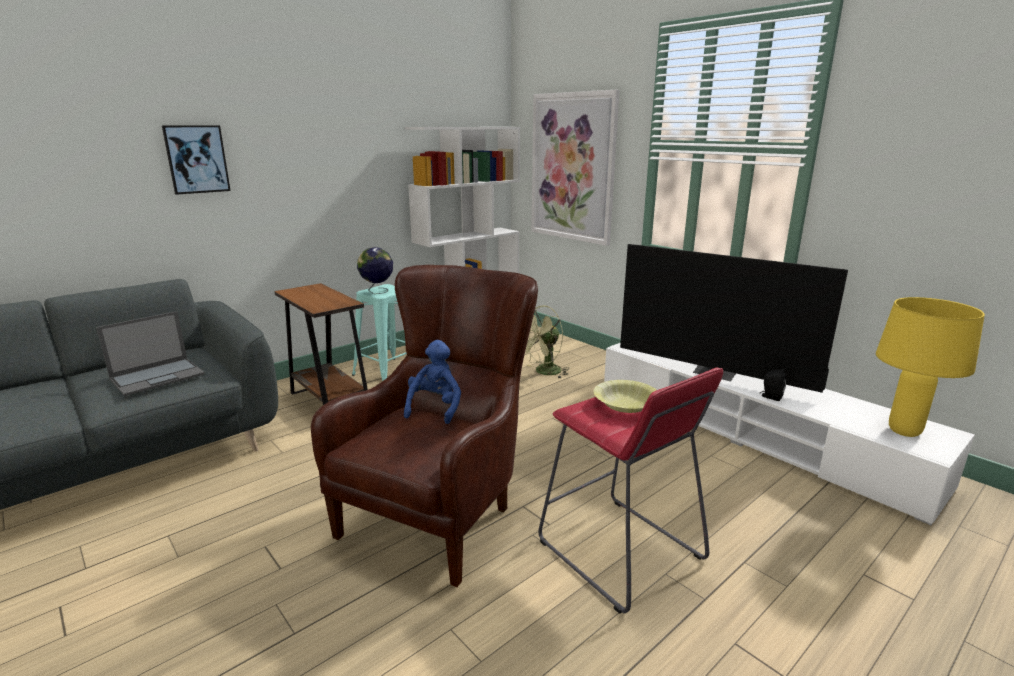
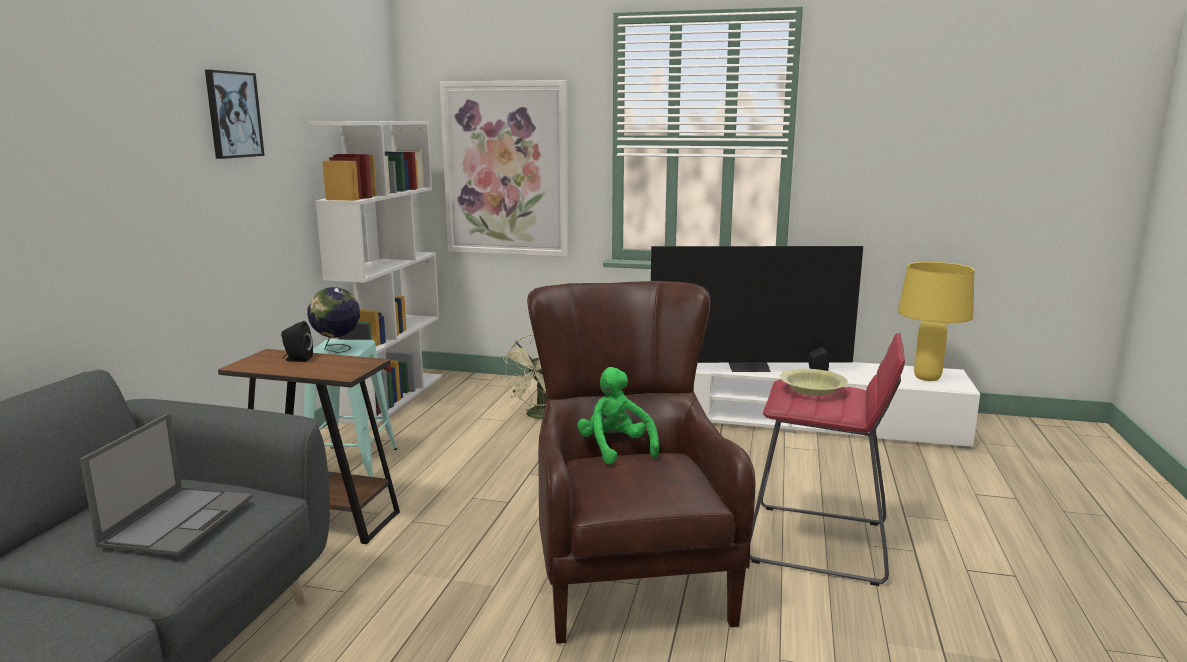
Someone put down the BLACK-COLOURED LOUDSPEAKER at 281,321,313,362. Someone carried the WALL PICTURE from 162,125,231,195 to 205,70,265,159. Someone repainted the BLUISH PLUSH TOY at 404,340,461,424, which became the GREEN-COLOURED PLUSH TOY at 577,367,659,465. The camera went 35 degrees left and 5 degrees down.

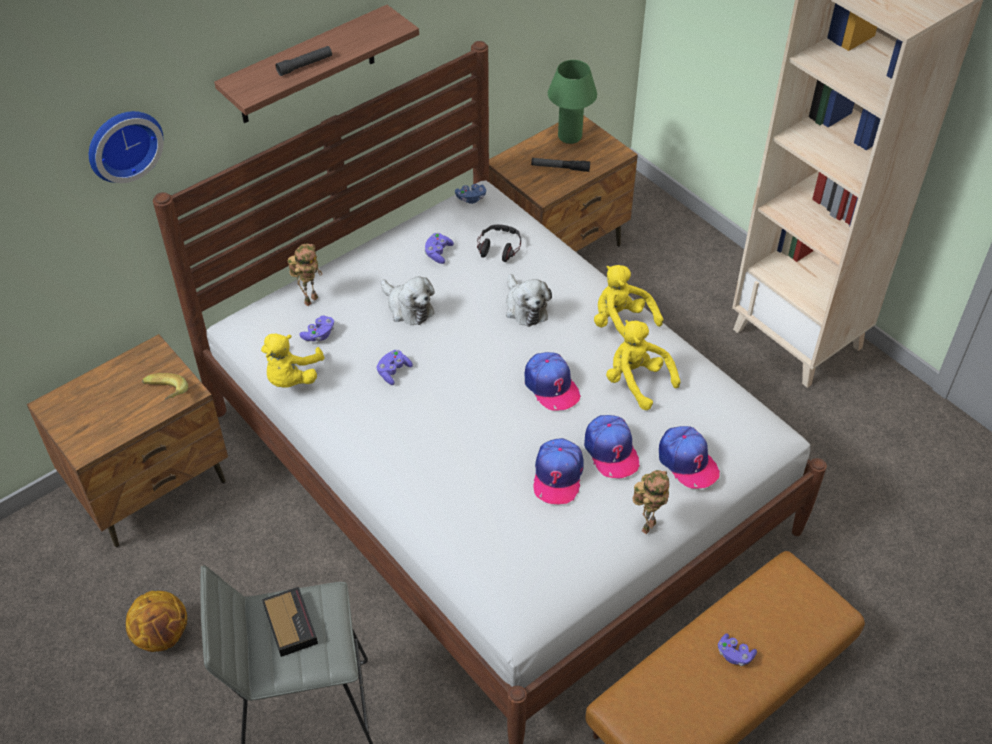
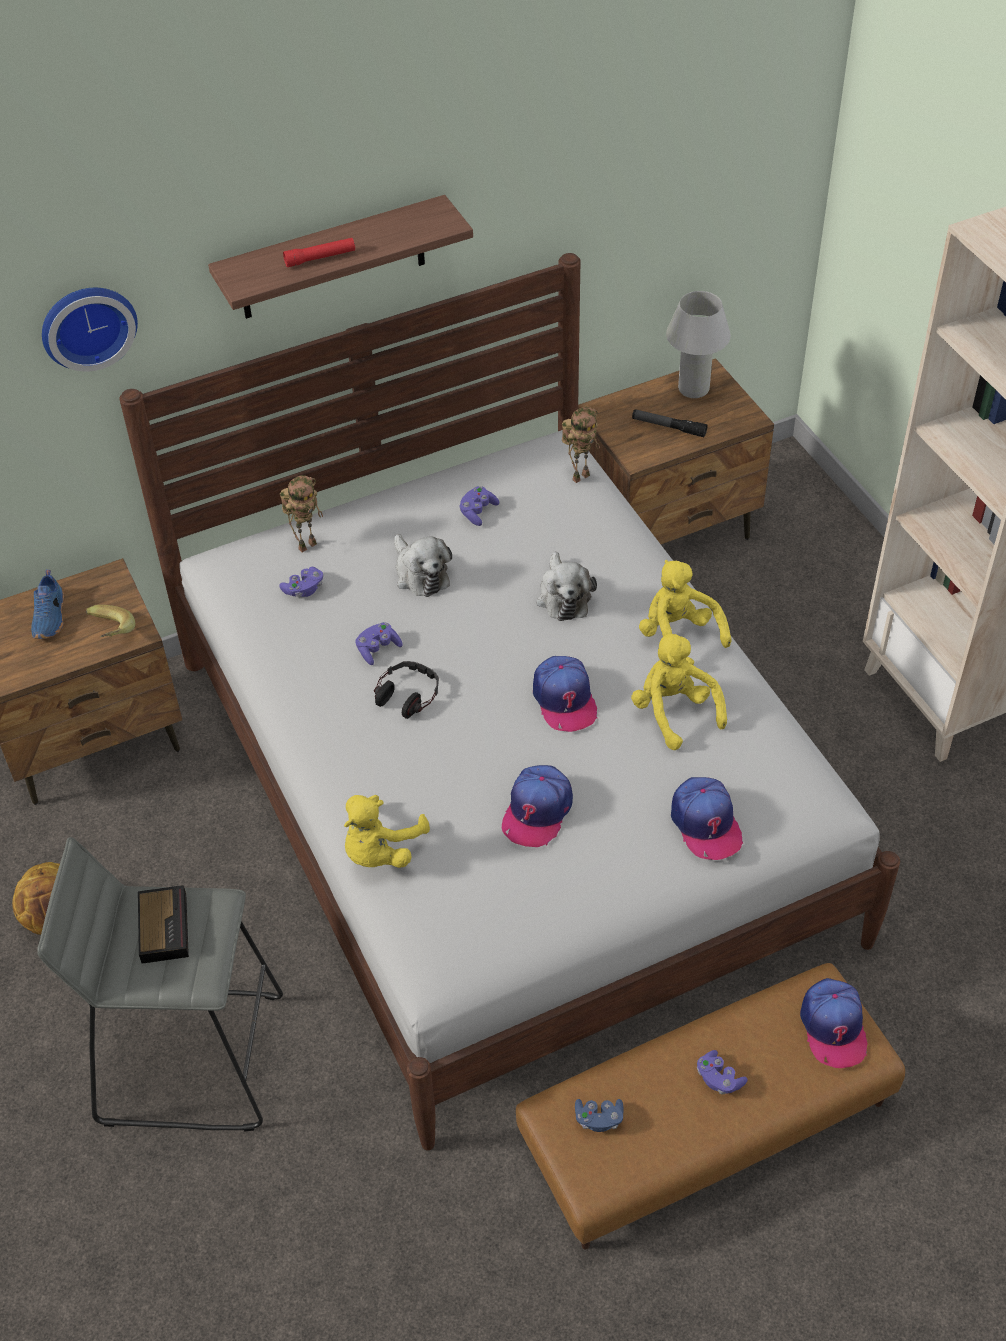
Someone put down the BLUISH ITEM OF FOOTWEAR at 31,570,64,639. Someone carried the YELLOW PLUSH TOY from 261,334,325,388 to 344,795,430,868. Someone carried the BLUISH GAMEPAD from 455,184,486,204 to 575,1099,624,1132. Someone carried the PAIR OF HEADPHONES from 477,224,521,262 to 374,661,439,719. Someone carried the CAP from 584,415,640,478 to 800,978,868,1068. Someone carried the MODEL ROBOT from 632,470,669,534 to 562,407,600,483. Someone repainted the BLACK-COLOURED TORCH at 276,46,332,76, which became the RED TORCH at 283,238,355,267. Someone repainted the GREEN-COLOURED TABLETOP LAMP at 548,60,597,144, which became the WHITISH TABLETOP LAMP at 666,291,731,398. The camera went 15 degrees right and 0 degrees up.

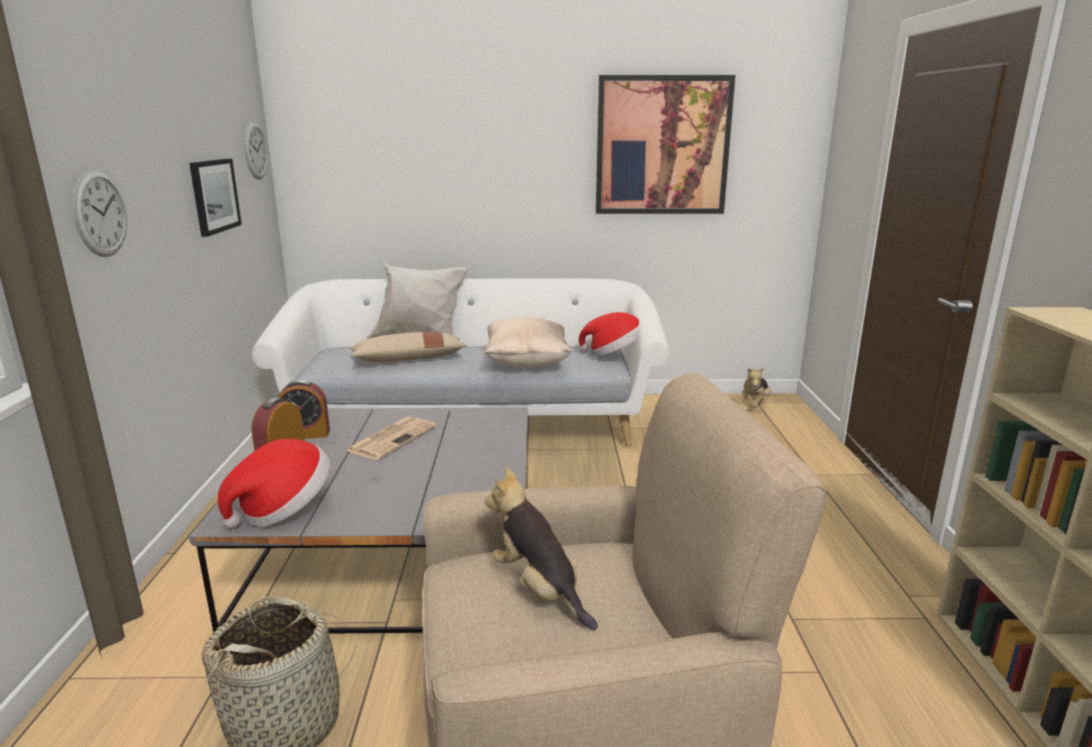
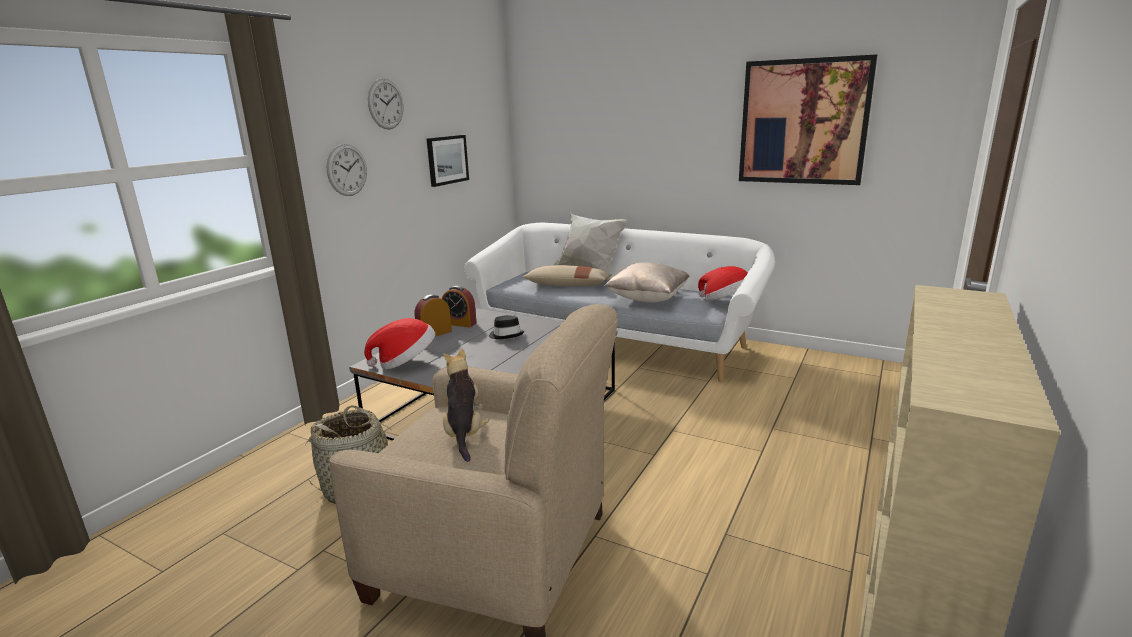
Someone took away the PLUSH TOY at 738,367,771,408. Someone carried the HANGING CLOCK from 244,122,268,180 to 368,78,403,129. Someone swapped the DAILY PAPER at 344,416,436,460 for the BLACK-COLOURED CLOTHING HAT at 489,315,524,339. The camera went 30 degrees right and 0 degrees up.

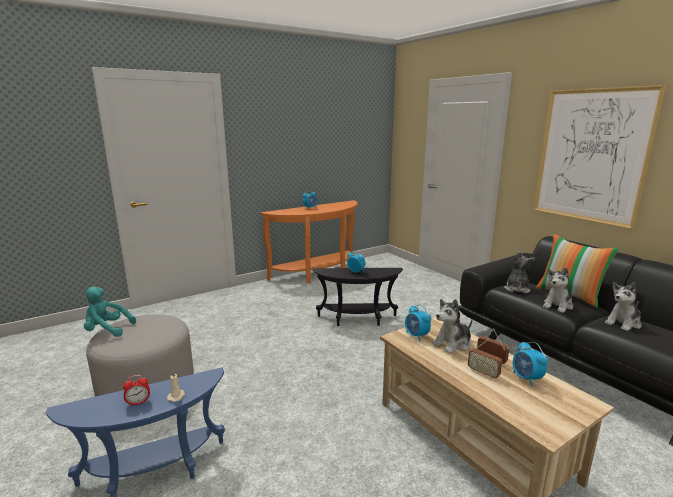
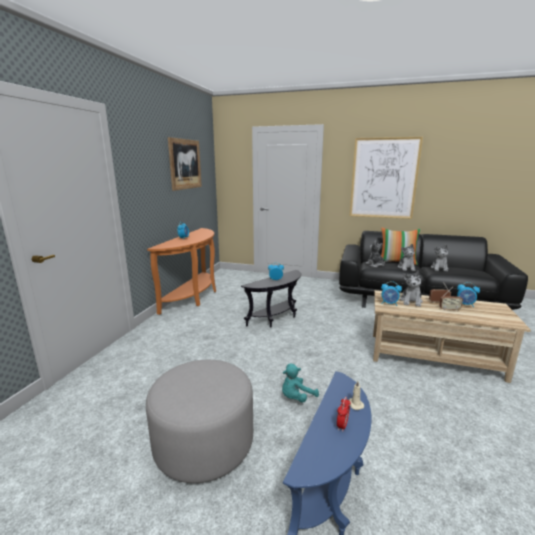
Someone put up the WALL PICTURE at 168,137,202,191. Someone carried the BLUE-GREEN PLUSH TOY from 84,287,136,337 to 282,363,319,403. The camera went 40 degrees left and 0 degrees up.

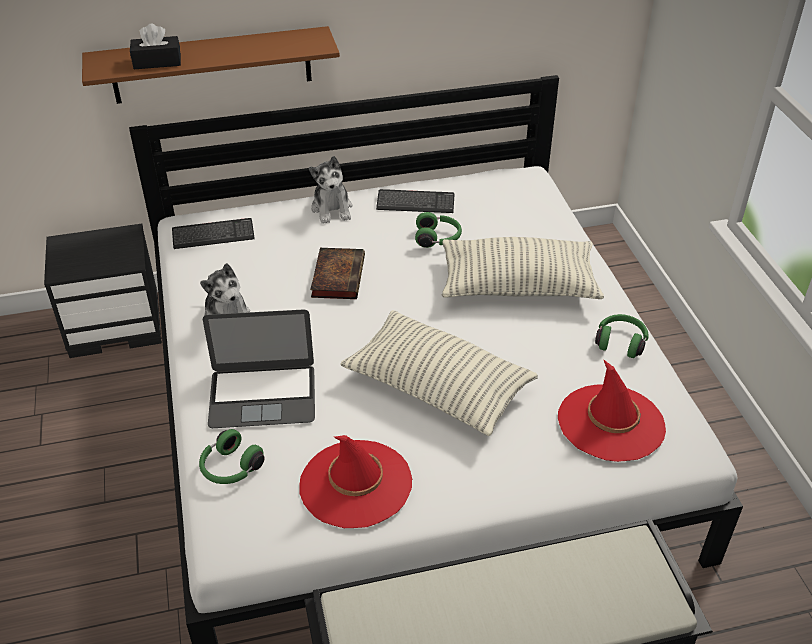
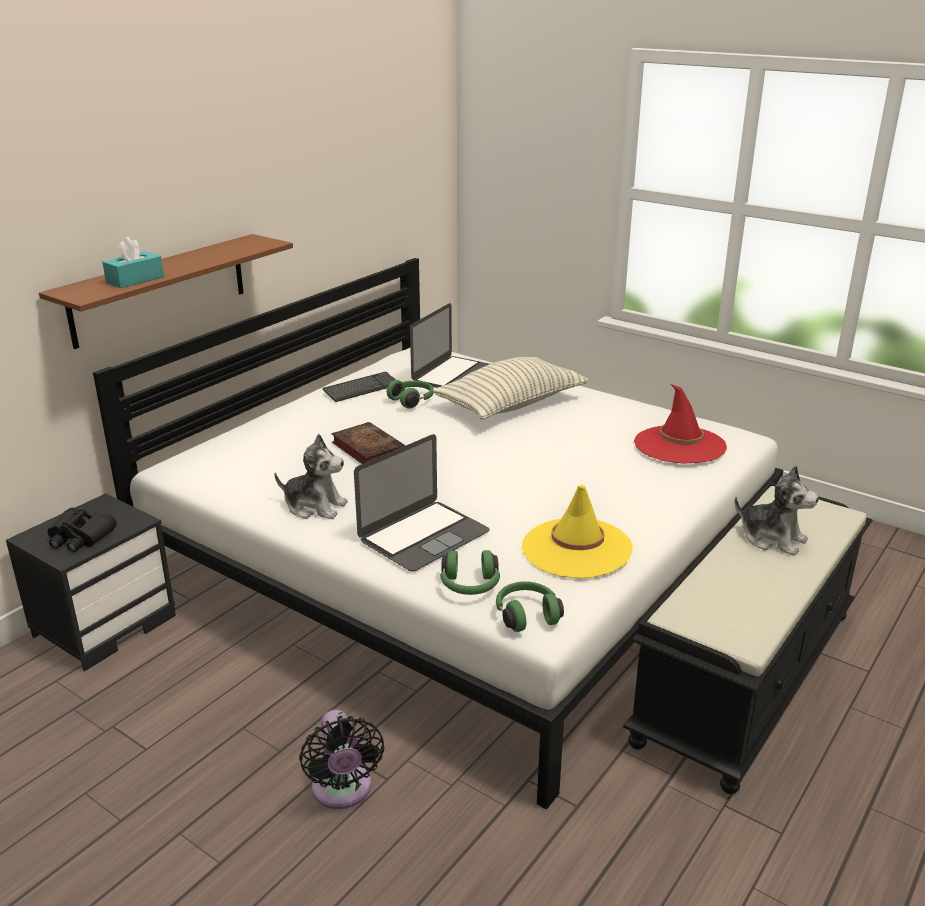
Someone took away the KEYBOARD at 172,218,255,249. Someone took away the CUSHION at 340,310,538,436. Someone put down the BLACK-COLOURED PAIR OF BINOCULARS at 48,508,117,552. Someone put down the BLACK-COLOURED COOLING FAN at 299,710,384,809. Someone put down the LAPTOP at 410,303,489,388. Someone carried the PLUSH TOY from 309,156,352,224 to 734,465,819,556. Someone carried the GREEN-COLOURED PAIR OF HEADPHONES from 595,314,649,358 to 496,581,564,632. Someone repainted the BLACK-COLOURED TISSUE BOX at 130,24,181,69, which became the BLUE-GREEN TISSUE BOX at 102,237,164,288. Someone repainted the RED CLOTHING HAT at 299,435,412,528, which became the YELLOW CLOTHING HAT at 522,485,633,578. The camera went 40 degrees left and 15 degrees down.

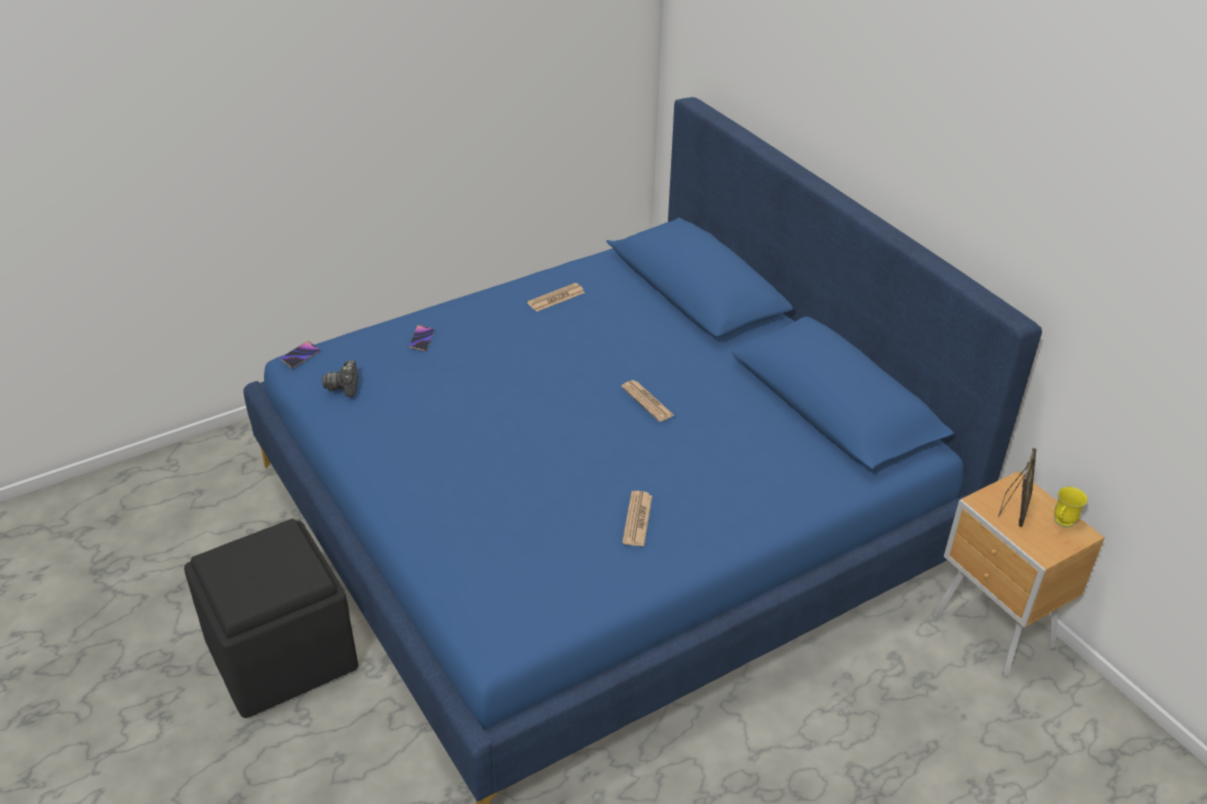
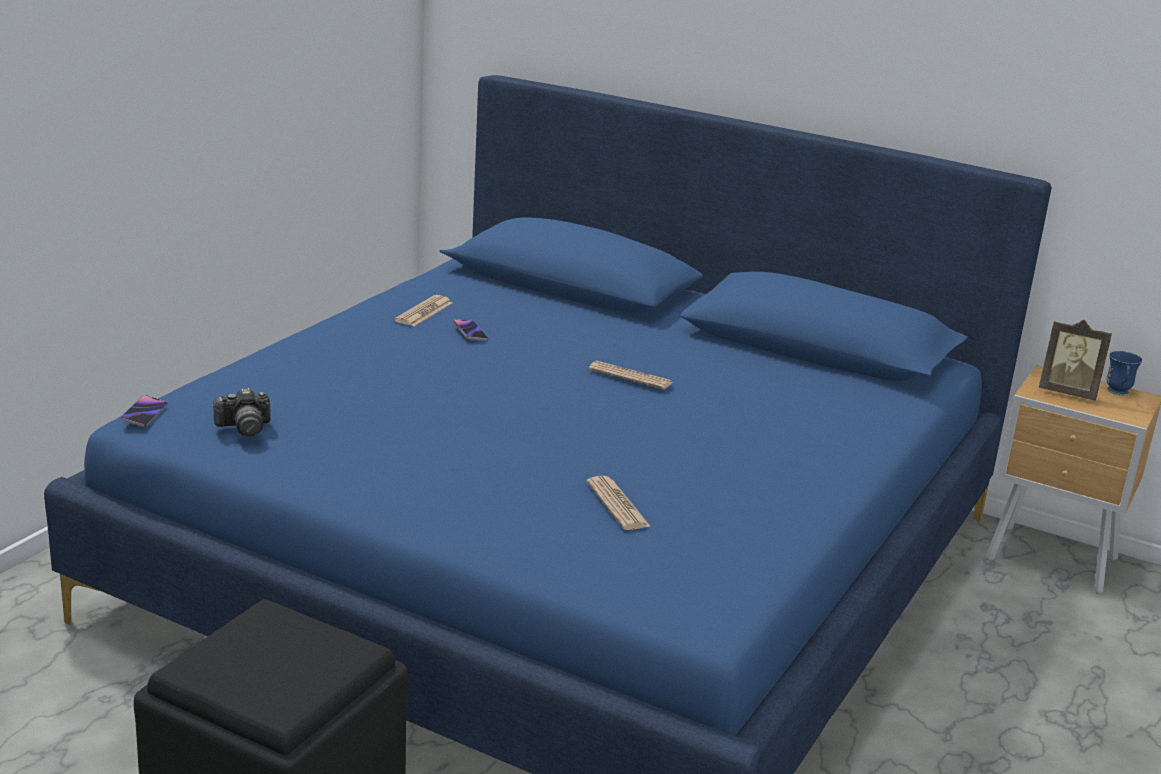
Someone carried the TELEPHONE from 409,325,434,351 to 453,319,488,341. Someone carried the DAILY PAPER from 622,491,652,546 to 586,476,651,530. Someone repainted the YELLOW MUG at 1054,486,1088,527, which became the BLUISH MUG at 1106,351,1143,396. Someone rotated the PHOTO CAMERA at 322,360,359,397 by 75 degrees counterclockwise. Someone rotated the PICTURE FRAME at 998,448,1036,527 by 120 degrees clockwise. The camera went 30 degrees left and 15 degrees down.

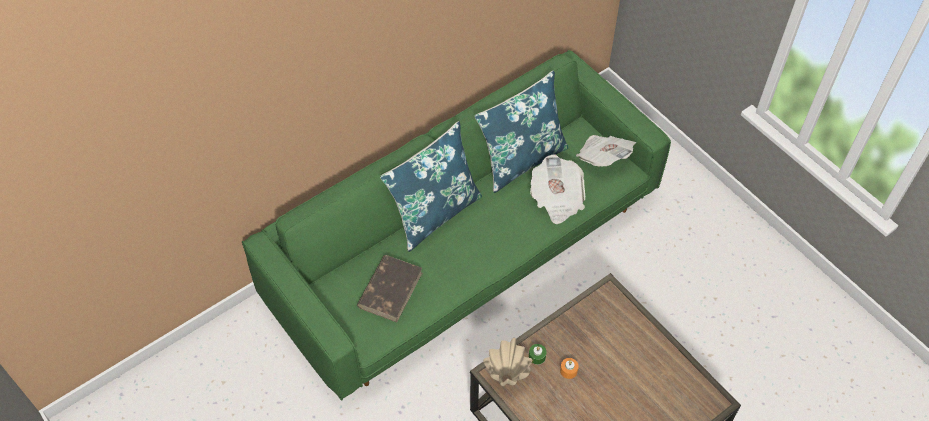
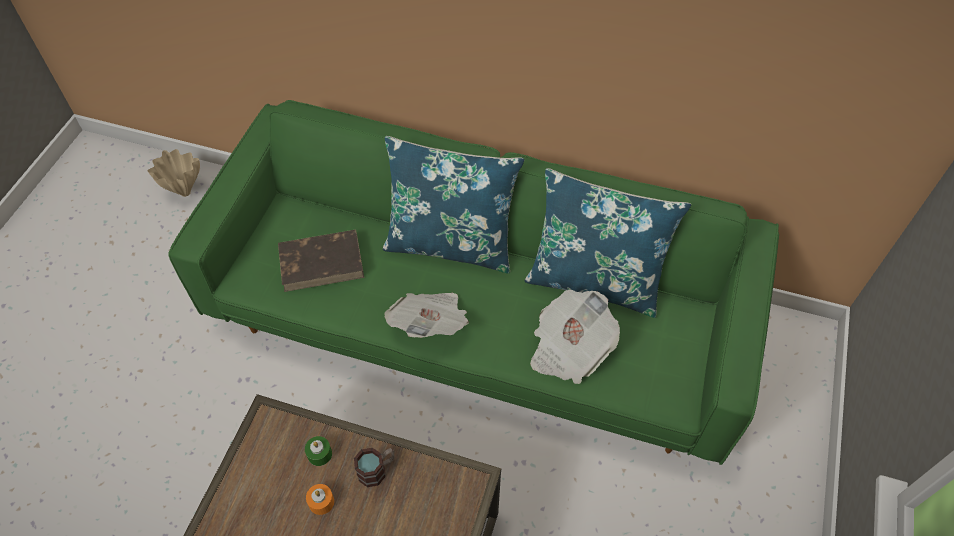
Someone put down the MUG at 354,448,395,487. Someone carried the SAND-COLOURED VASE from 483,338,533,386 to 148,149,200,197. Someone carried the DAILY PAPER from 576,135,636,166 to 385,293,469,338. The camera went 55 degrees right and 0 degrees up.

